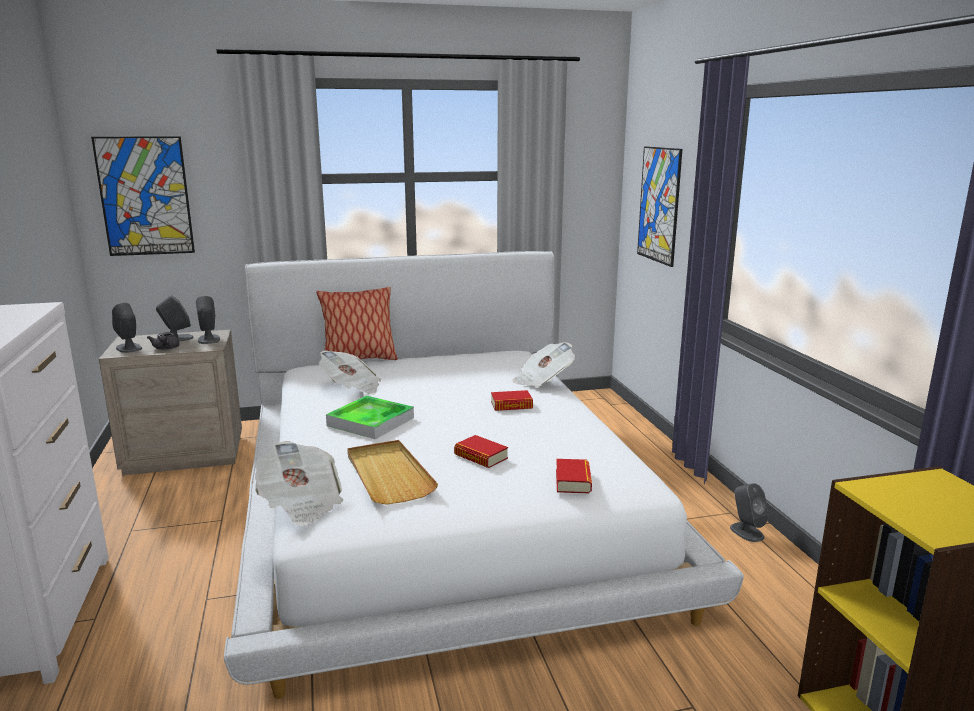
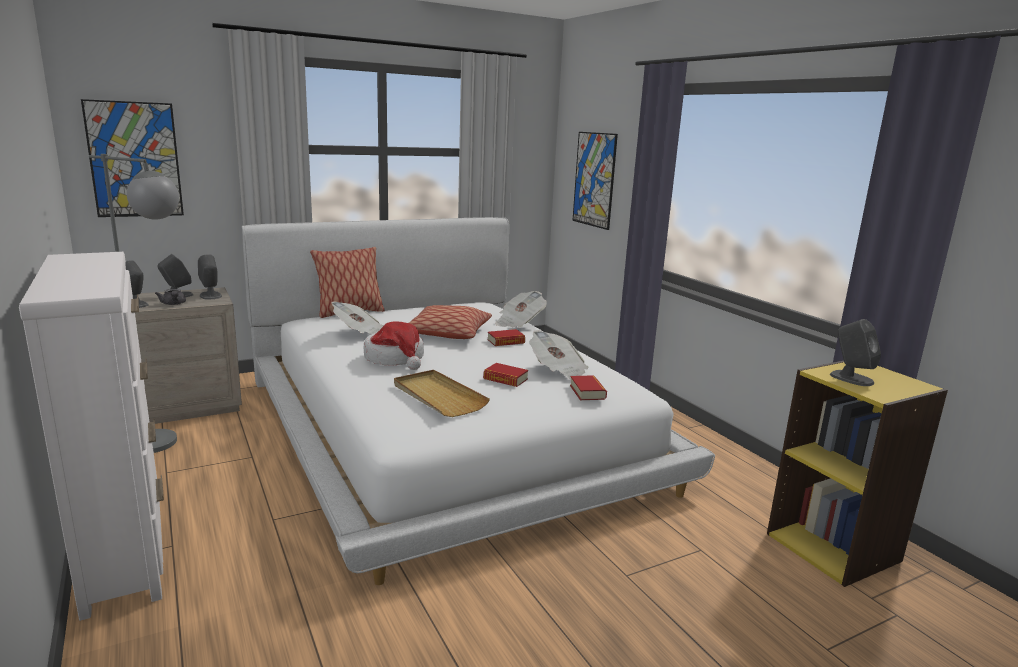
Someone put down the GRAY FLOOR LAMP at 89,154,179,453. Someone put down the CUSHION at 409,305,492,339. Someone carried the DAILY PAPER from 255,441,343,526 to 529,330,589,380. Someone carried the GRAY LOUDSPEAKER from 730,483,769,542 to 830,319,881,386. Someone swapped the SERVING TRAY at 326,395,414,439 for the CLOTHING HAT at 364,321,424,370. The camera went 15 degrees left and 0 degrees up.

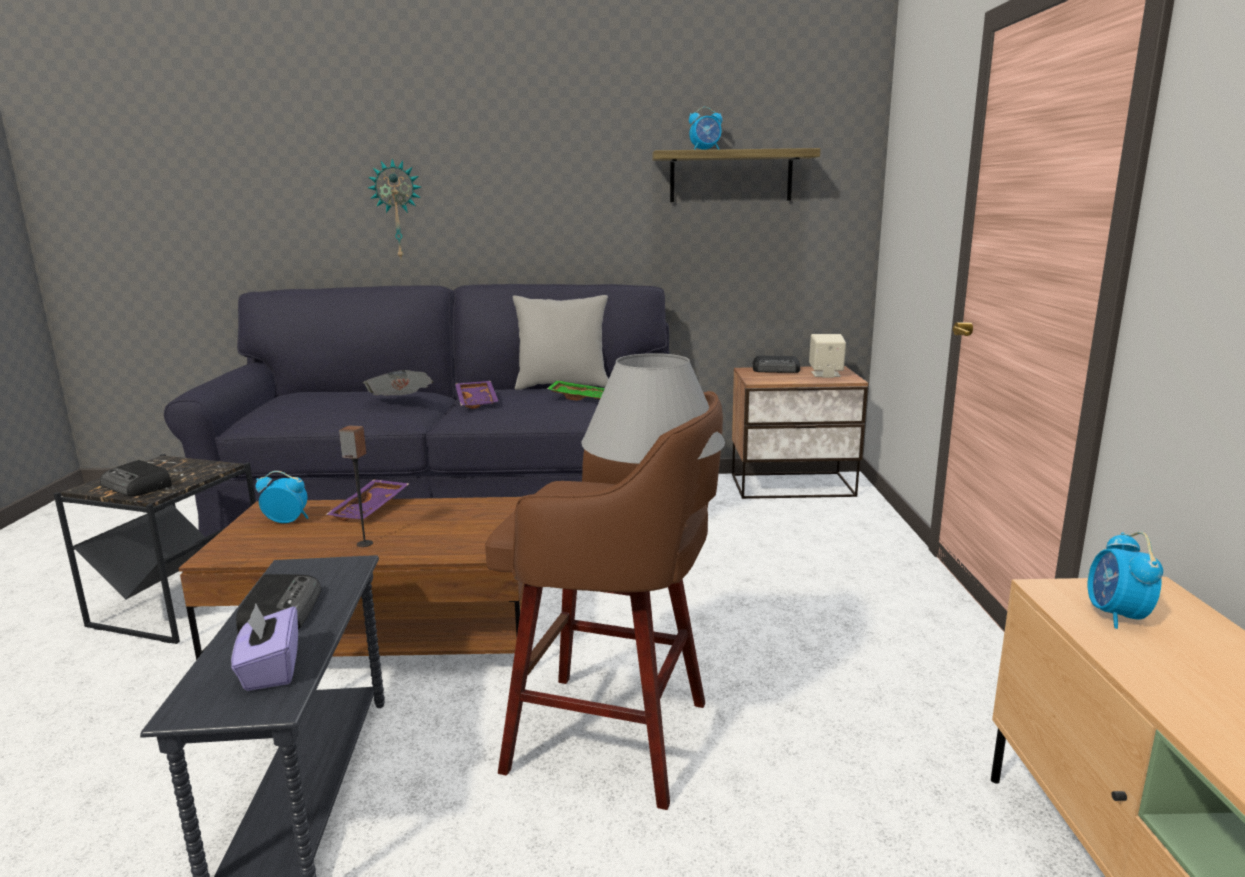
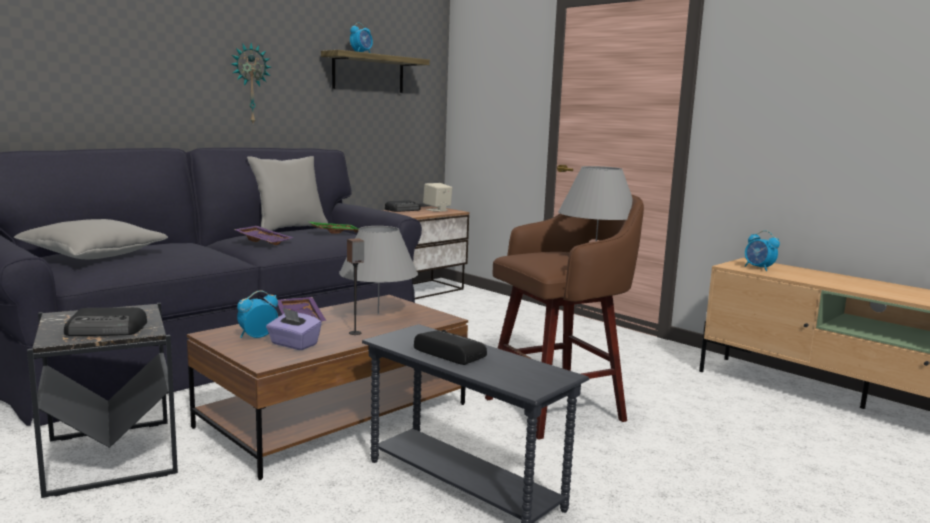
Someone took away the DAILY PAPER at 363,370,433,396. Someone put down the GRAY CUSHION at 14,219,168,259. Someone put down the GRAY TABLETOP LAMP at 339,226,418,315. Someone carried the PURPLE TISSUE BOX from 231,603,298,691 to 266,308,322,350. Someone carried the HANGING CLOCK from 368,159,421,261 to 231,43,272,123. The camera went 45 degrees left and 5 degrees down.

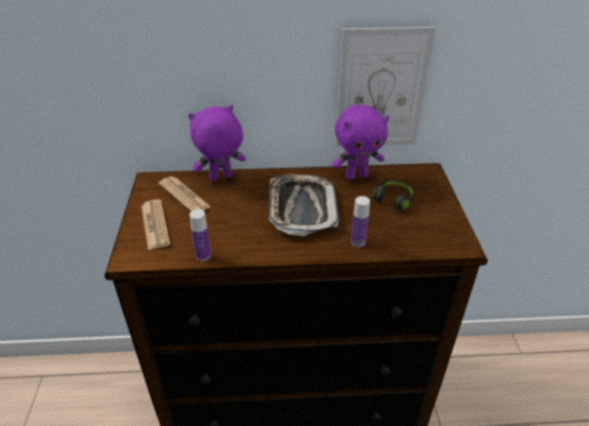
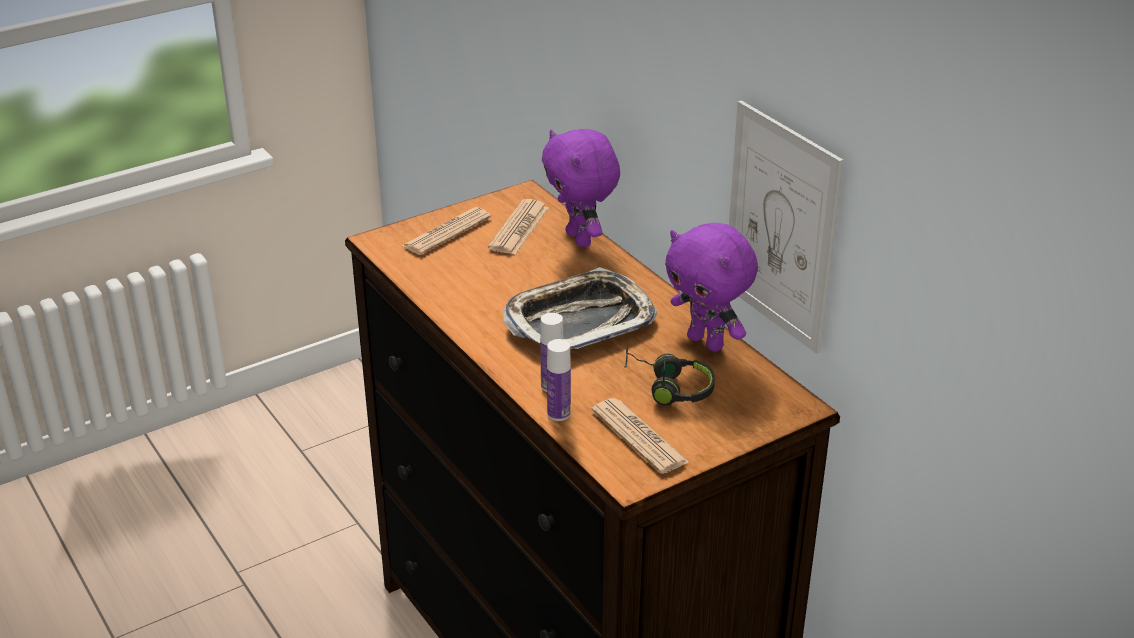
Someone put down the DAILY PAPER at 592,398,689,474. Someone carried the BOTTLE from 189,209,211,261 to 547,339,571,421. Someone rotated the PURPLE PLUSH TOY at 188,105,246,181 by 150 degrees counterclockwise. The camera went 60 degrees right and 5 degrees down.

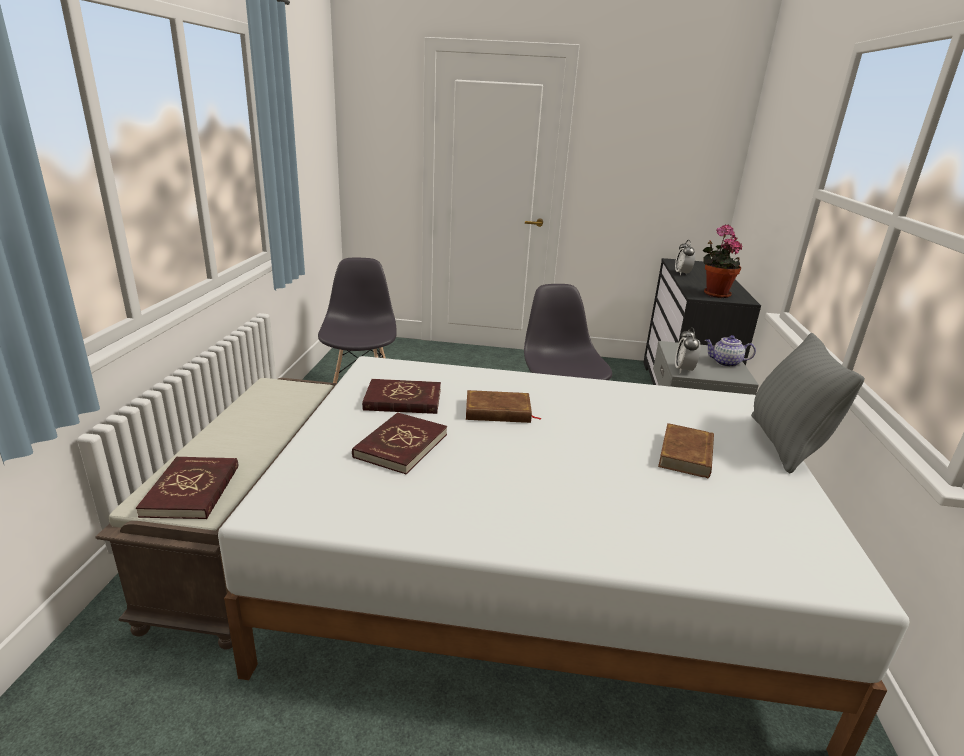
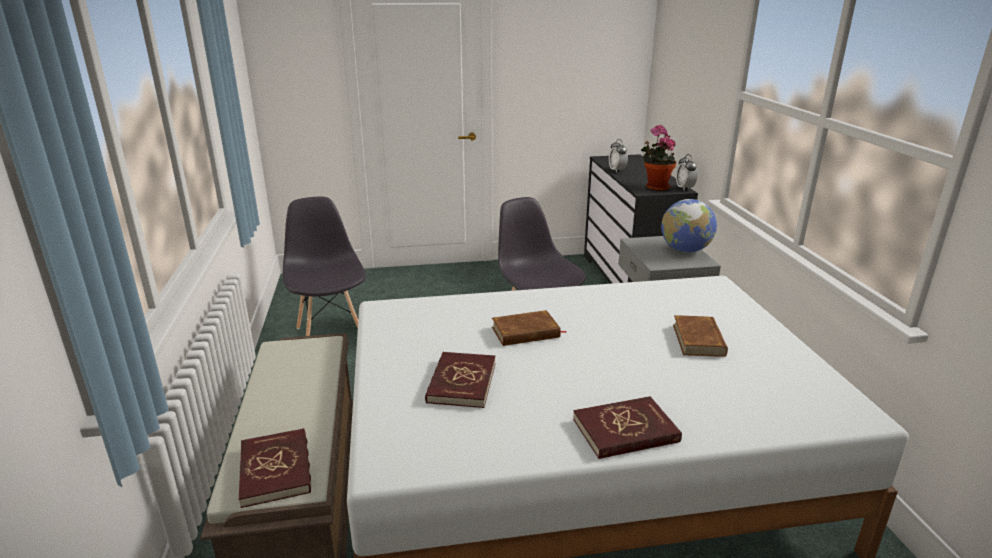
Someone took away the GRAY CUSHION at 751,333,865,473. Someone carried the RED VOLUME from 362,379,441,414 to 573,396,682,459. Someone carried the ALARM CLOCK from 675,327,701,373 to 676,154,698,190. Someone swapped the POT FOR TEA at 705,335,756,367 for the DESK GLOBE at 661,199,717,253. The camera went 15 degrees left and 0 degrees up.

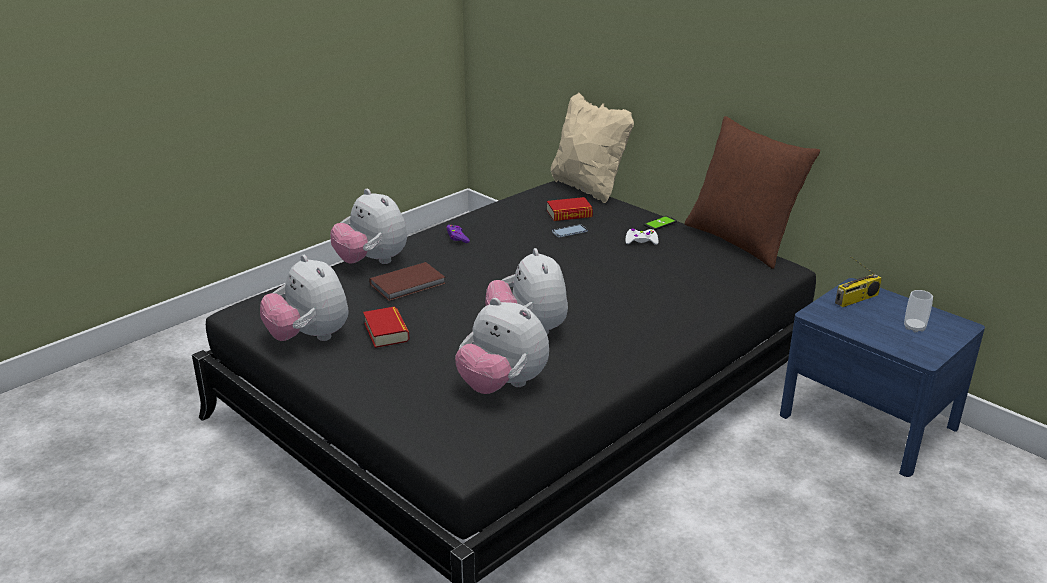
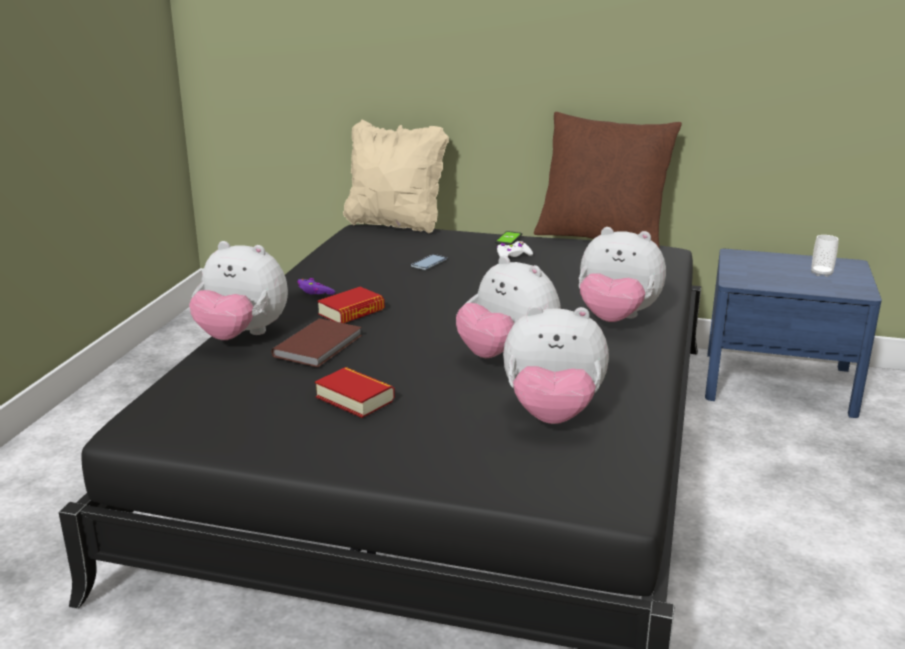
Someone took away the RADIO SET at 835,256,882,307. Someone carried the PLUSH TOY from 260,255,349,341 to 579,227,666,322. Someone carried the VOLUME from 547,197,593,221 to 317,287,385,323. The camera went 30 degrees left and 5 degrees down.

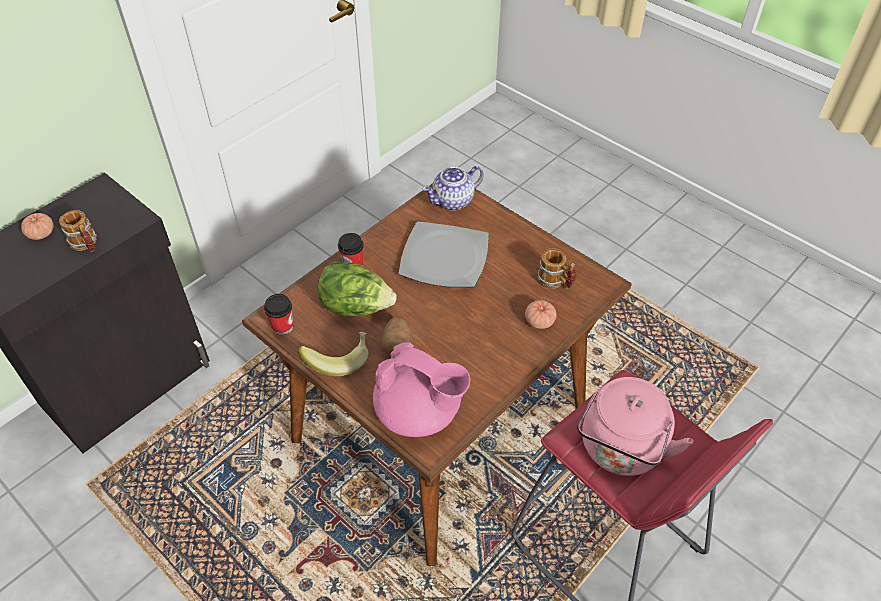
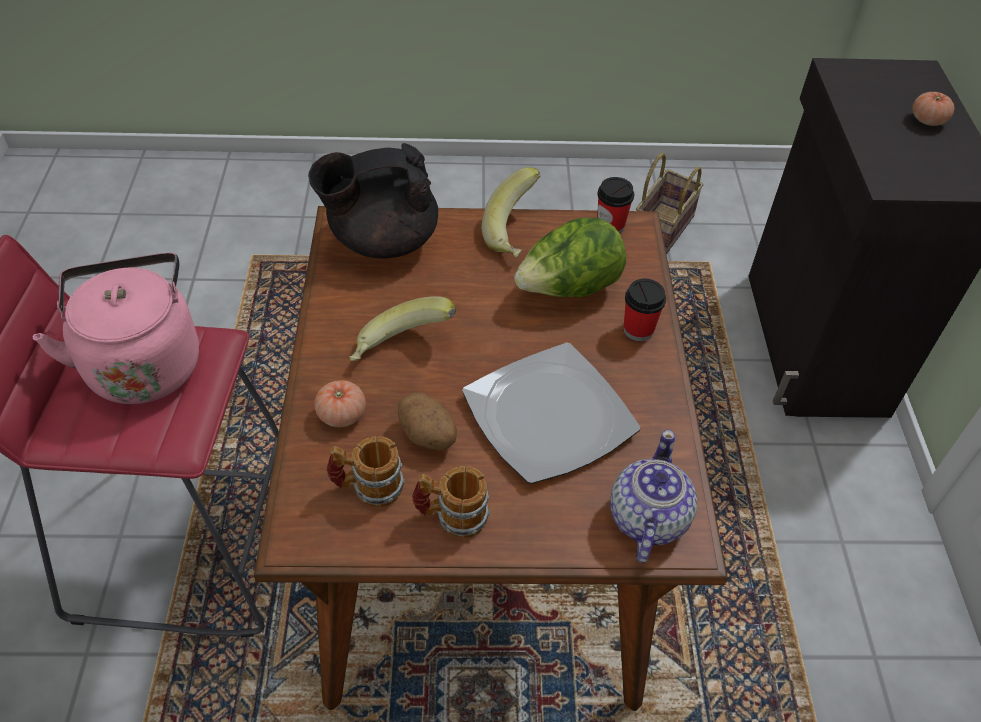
Someone put down the WHOLE BANANA at 349,296,456,361. Someone put down the STORAGE BASKET at 636,153,703,254. Someone carried the MUG from 59,210,97,252 to 412,466,490,538. Someone carried the WHOLE POTATO from 381,316,413,355 to 398,393,457,450. Someone repainted the PINK-COLOURED POT FOR TEA at 373,342,471,437, which became the BLACK-COLOURED POT FOR TEA at 308,143,438,258. The camera went 135 degrees right and 0 degrees up.

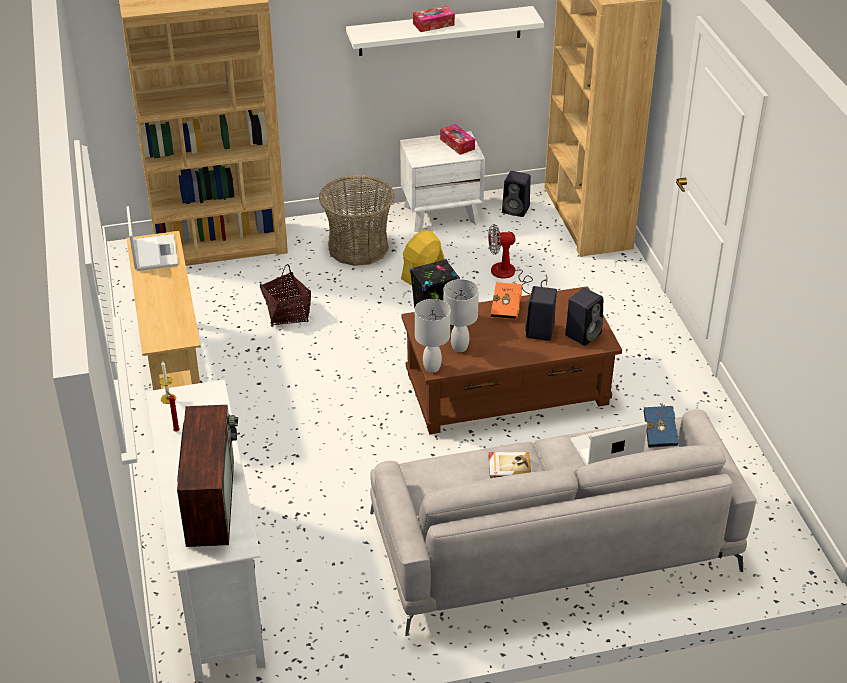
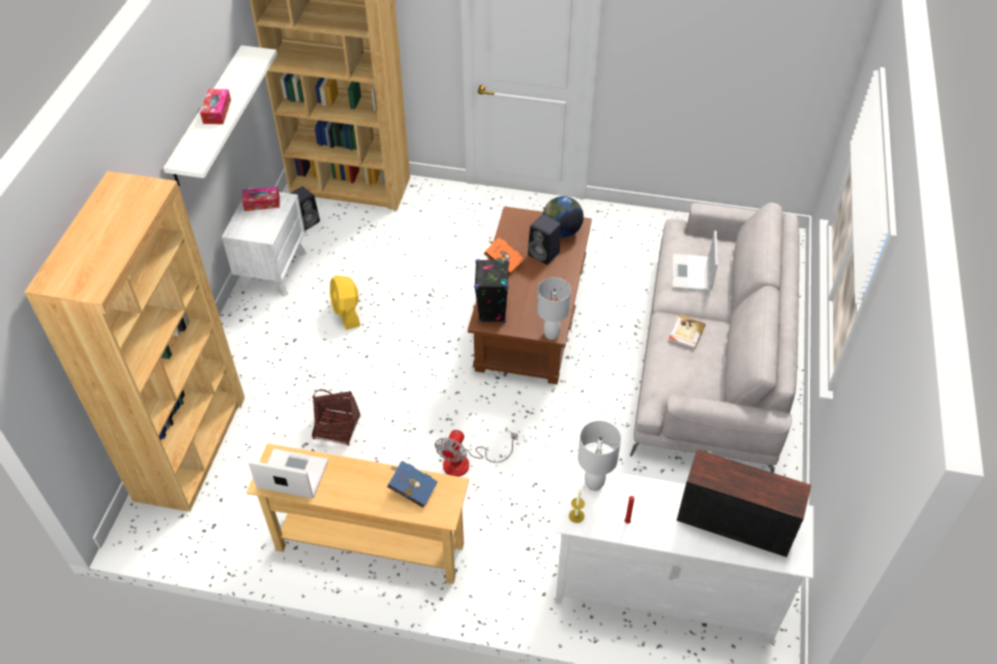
Someone took away the STORAGE BASKET at 319,175,394,266. Someone carried the WHITISH TABLETOP LAMP from 443,279,479,352 to 578,421,621,491. Someone carried the COOLING FAN from 488,224,547,294 to 435,430,518,477. Someone carried the BLUISH VOLUME from 643,403,678,448 to 387,461,438,508. Someone swapped the BLACK-COLOURED LOUDSPEAKER at 565,288,603,346 for the DESK GLOBE at 543,196,584,237. The camera went 65 degrees left and 10 degrees up.

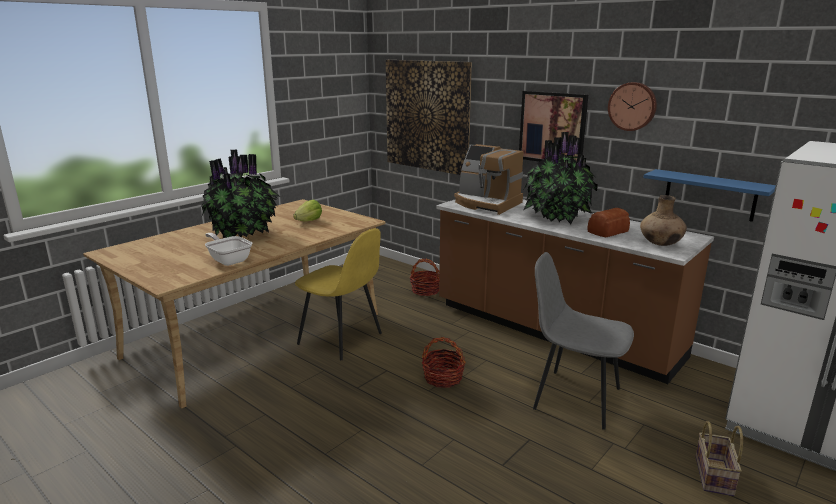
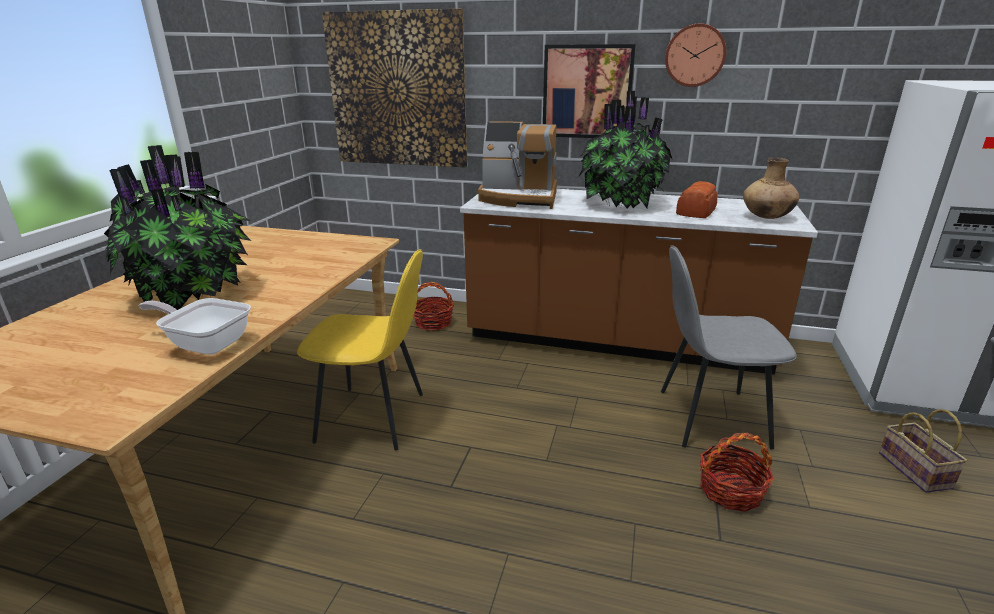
Someone took away the HEAD OF LETTUCE at 293,200,322,221. Someone took away the BLUISH BRACKET SHELF at 644,169,776,222. Someone carried the STORAGE BASKET from 422,337,466,388 to 700,433,774,512. The camera went 25 degrees left and 5 degrees up.

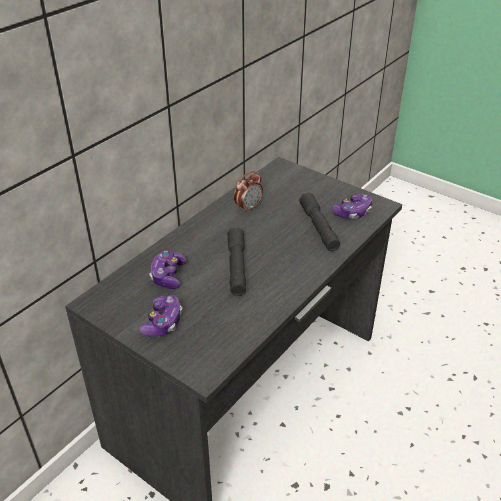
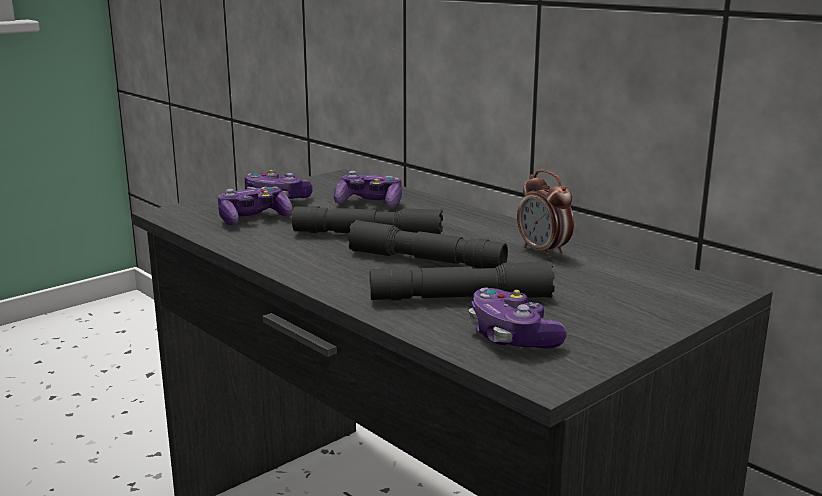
Someone put down the GAMEPAD at 218,187,292,226. Someone put down the GRAY TORCH at 347,220,508,269. The camera went 100 degrees right and 20 degrees down.

